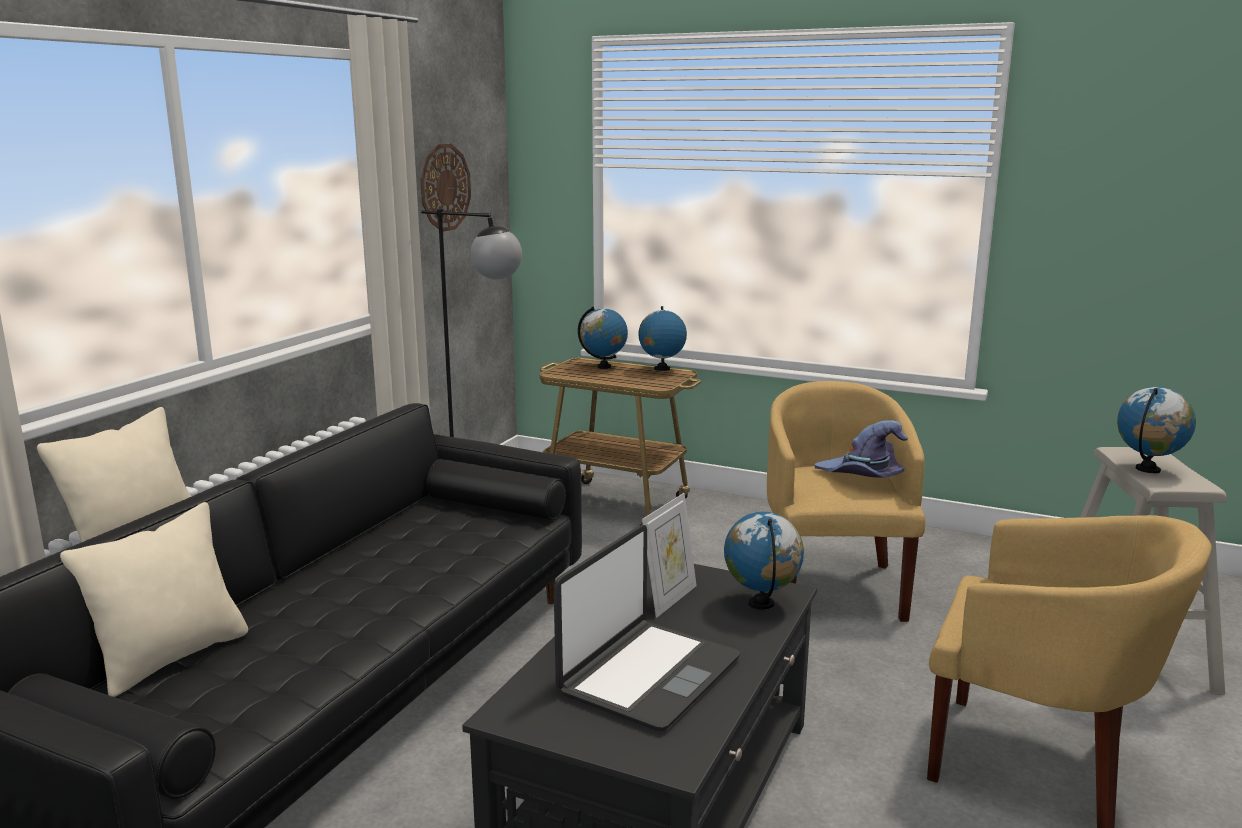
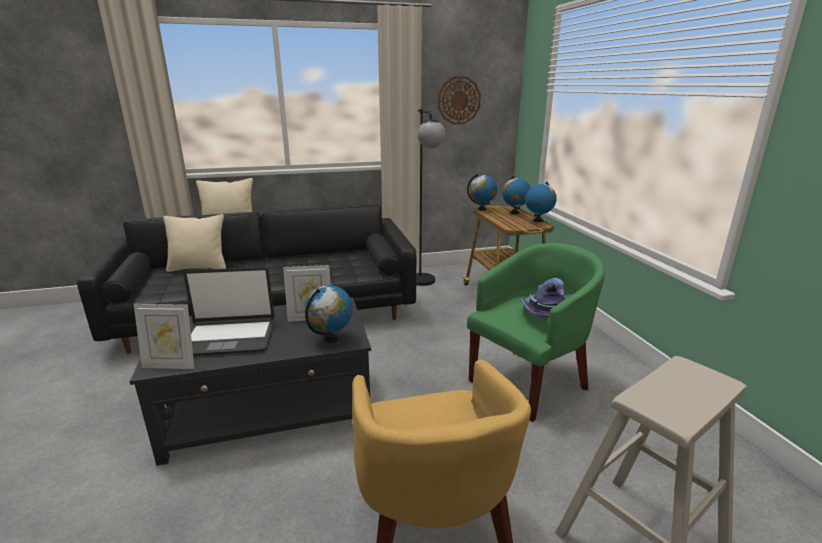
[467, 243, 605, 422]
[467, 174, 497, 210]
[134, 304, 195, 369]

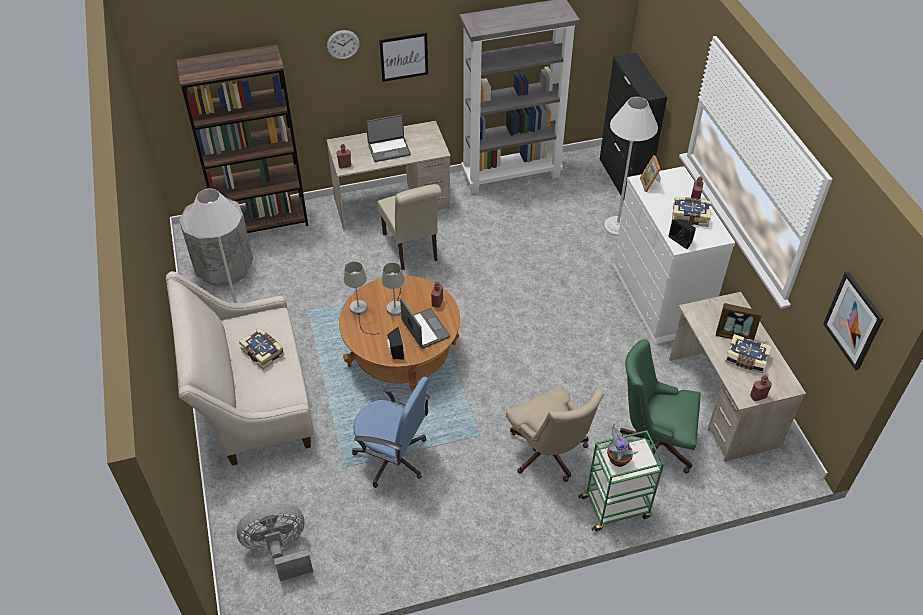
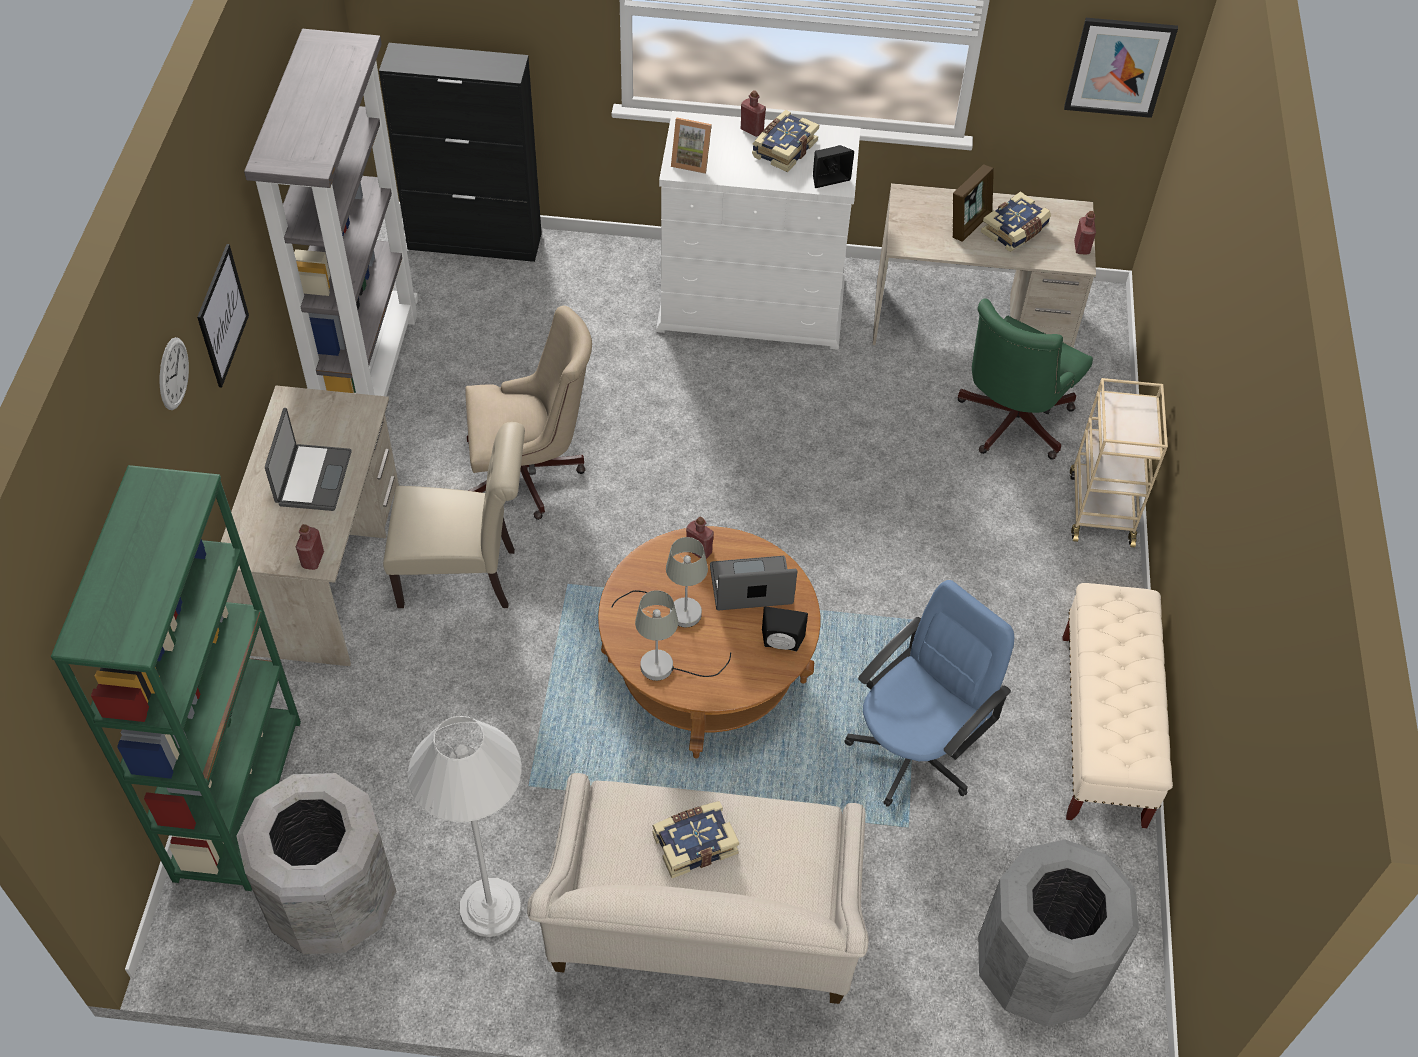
[51, 465, 301, 891]
[604, 97, 658, 236] (first image)
[466, 306, 592, 520]
[605, 423, 638, 467] (first image)
[1070, 378, 1168, 547]
[978, 839, 1139, 1026]
[1063, 583, 1173, 828]

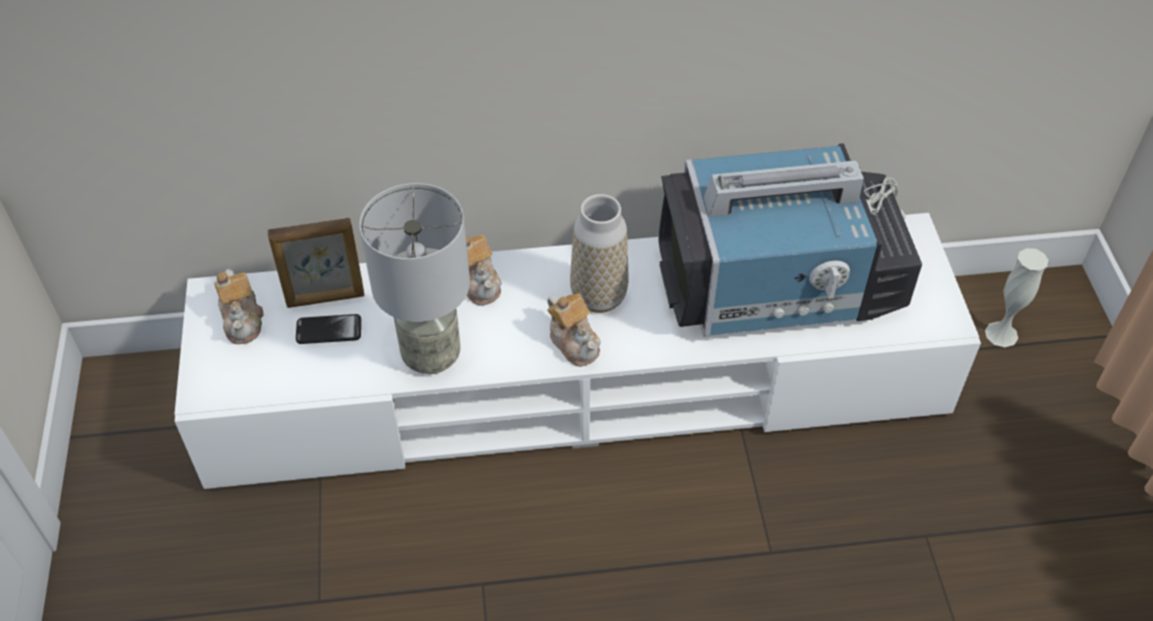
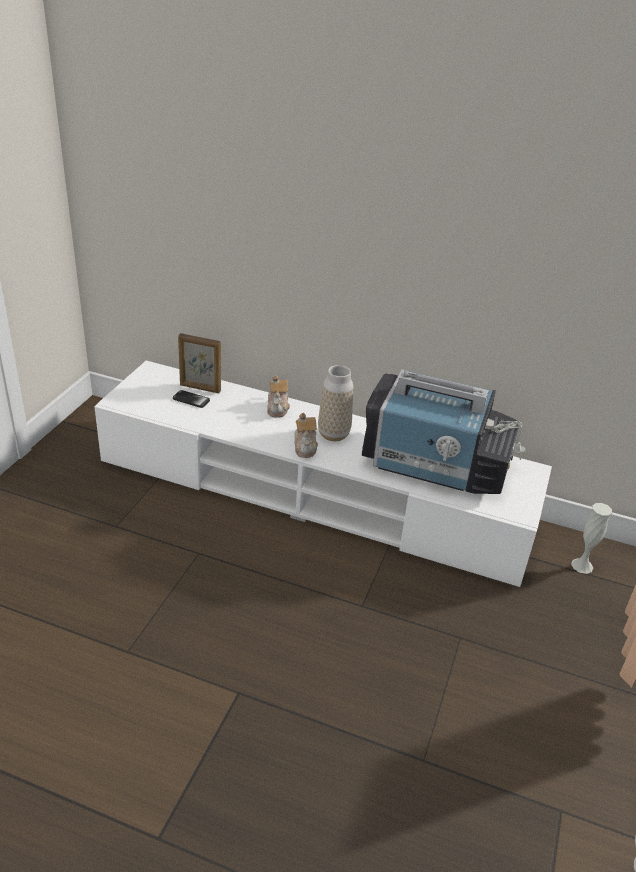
[359, 183, 470, 374] (first image)
[214, 269, 264, 344] (first image)

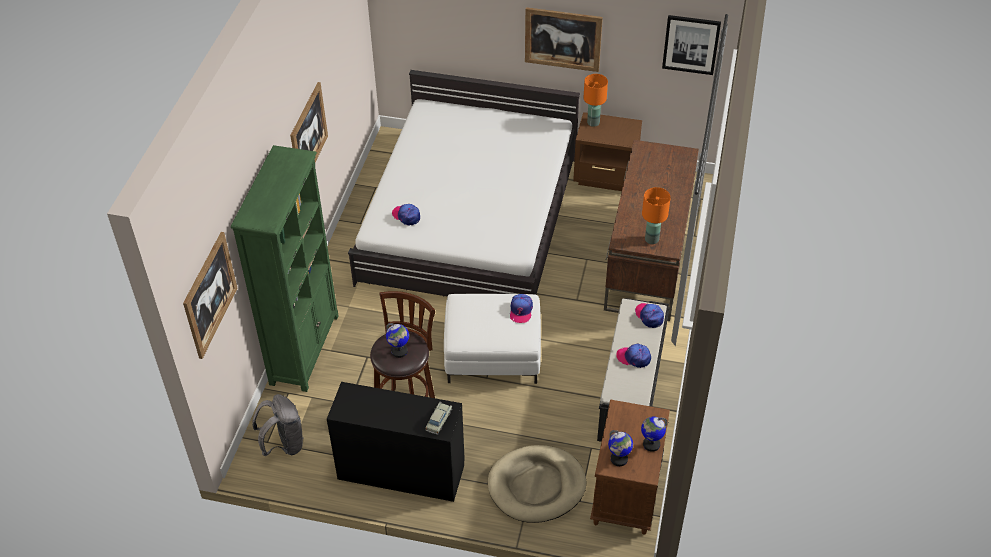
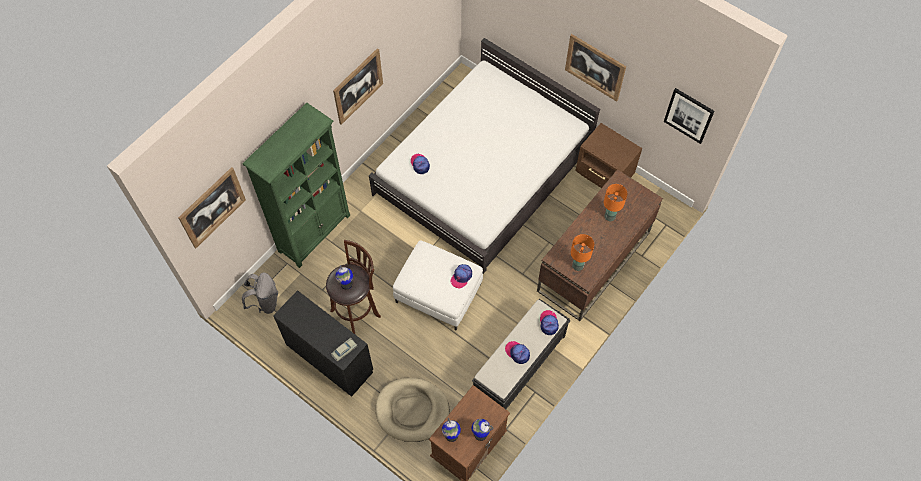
[604, 184, 627, 221]

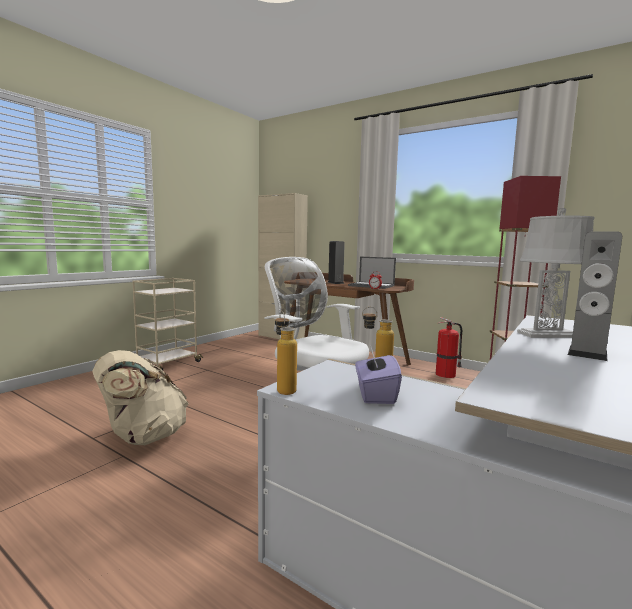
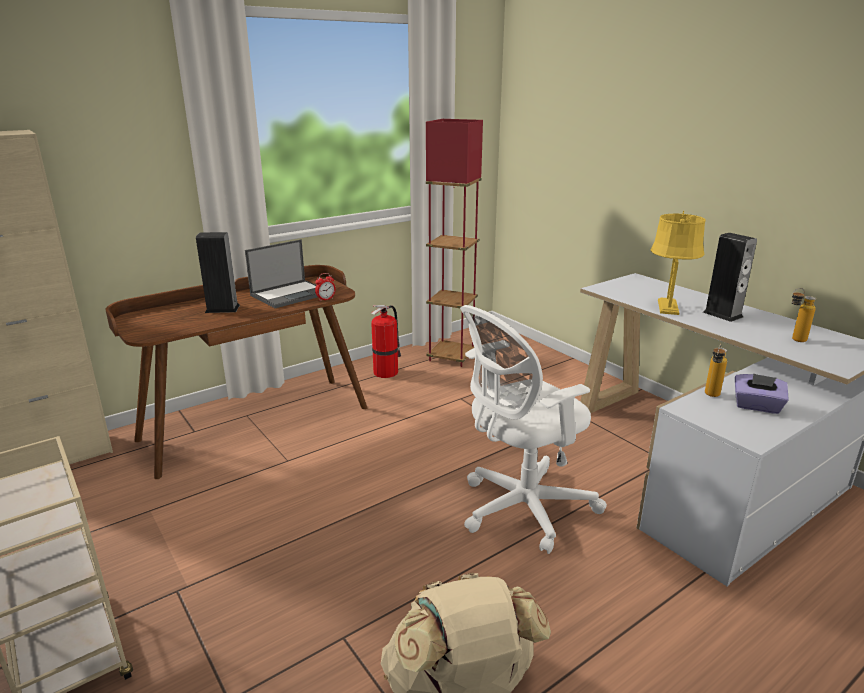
[650, 210, 706, 315]
[792, 288, 816, 342]

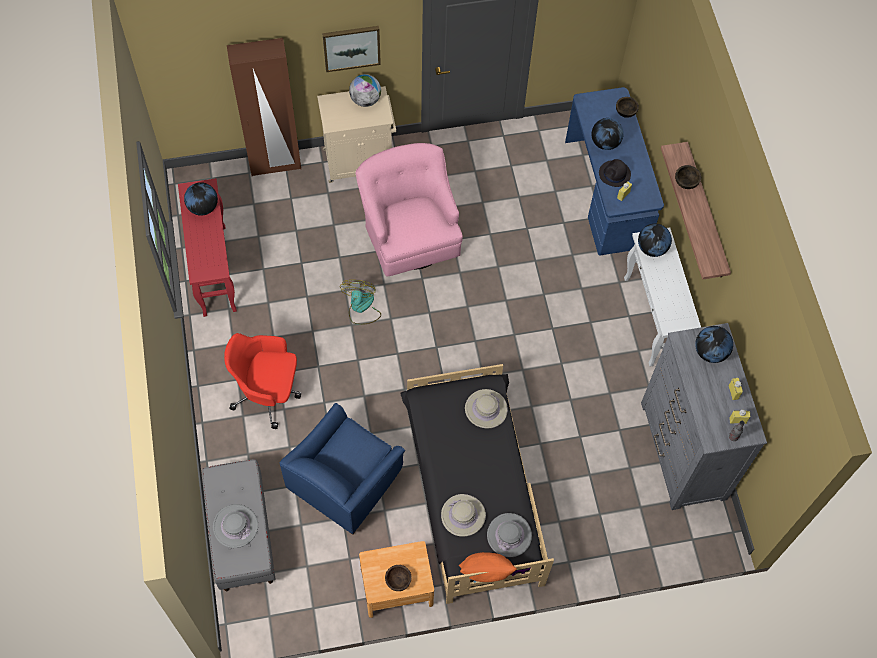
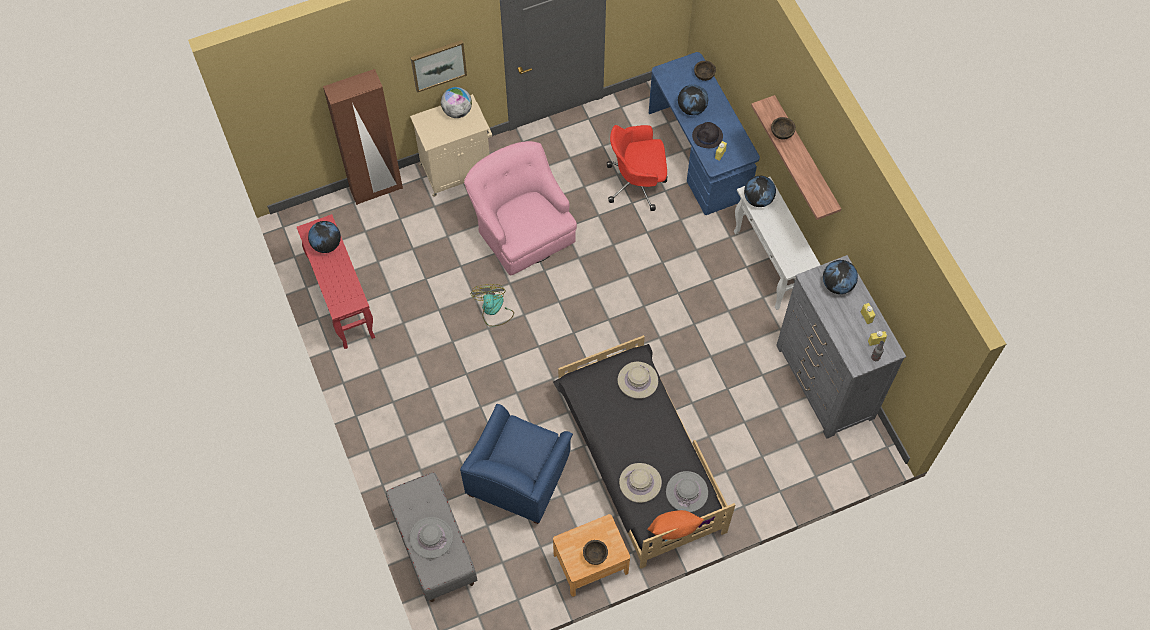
[607, 125, 668, 211]

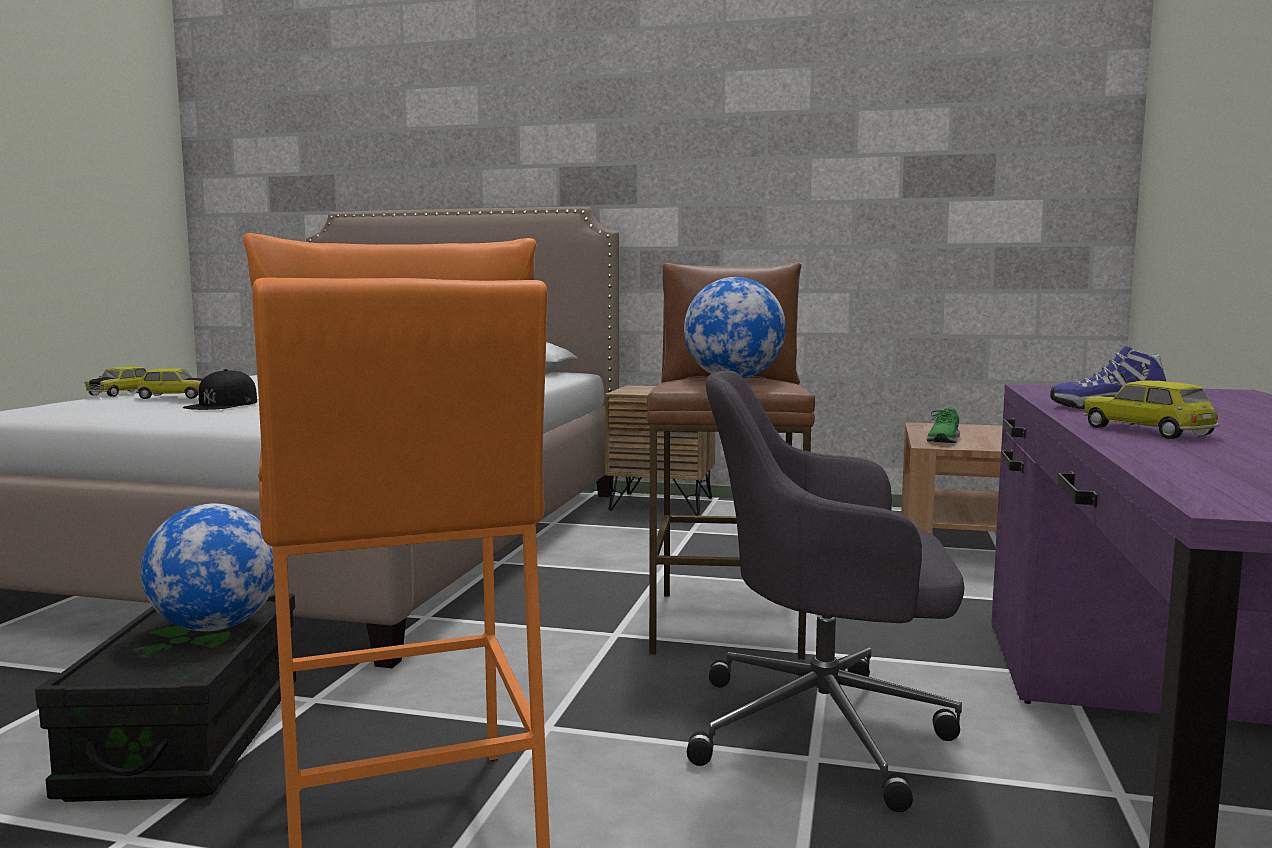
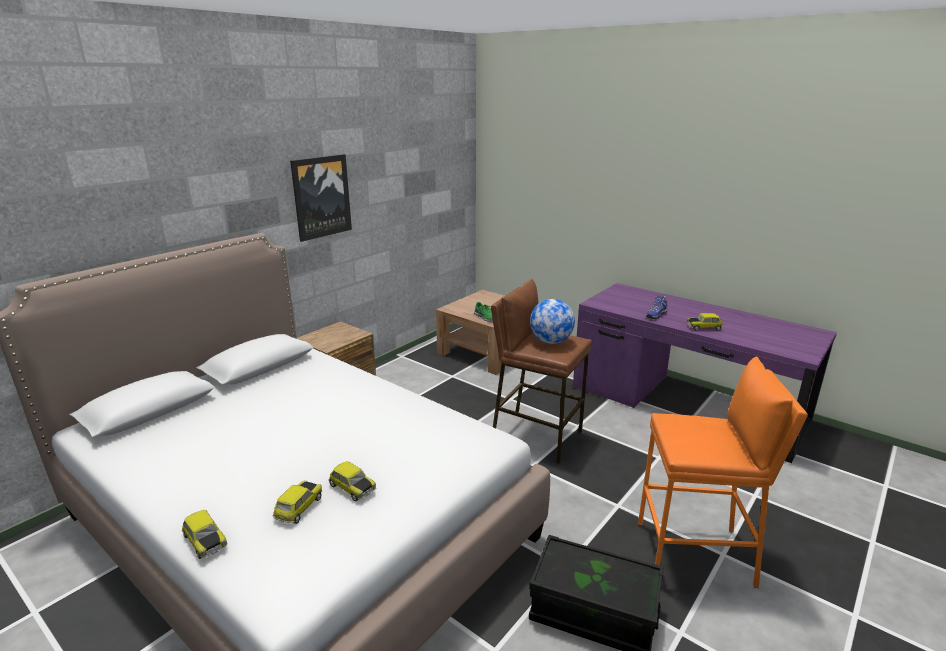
[328, 461, 376, 501]
[687, 371, 965, 812] (first image)
[141, 503, 275, 631] (first image)
[290, 154, 352, 242]

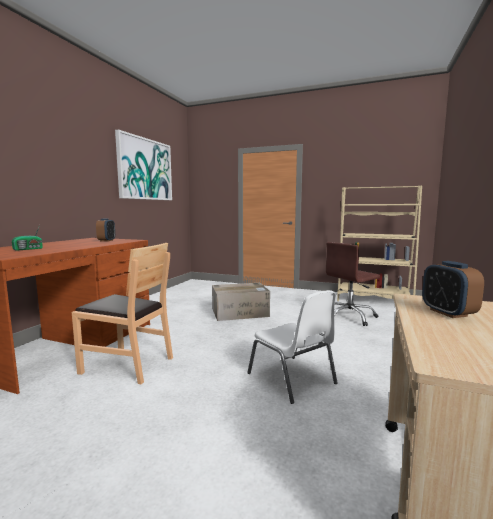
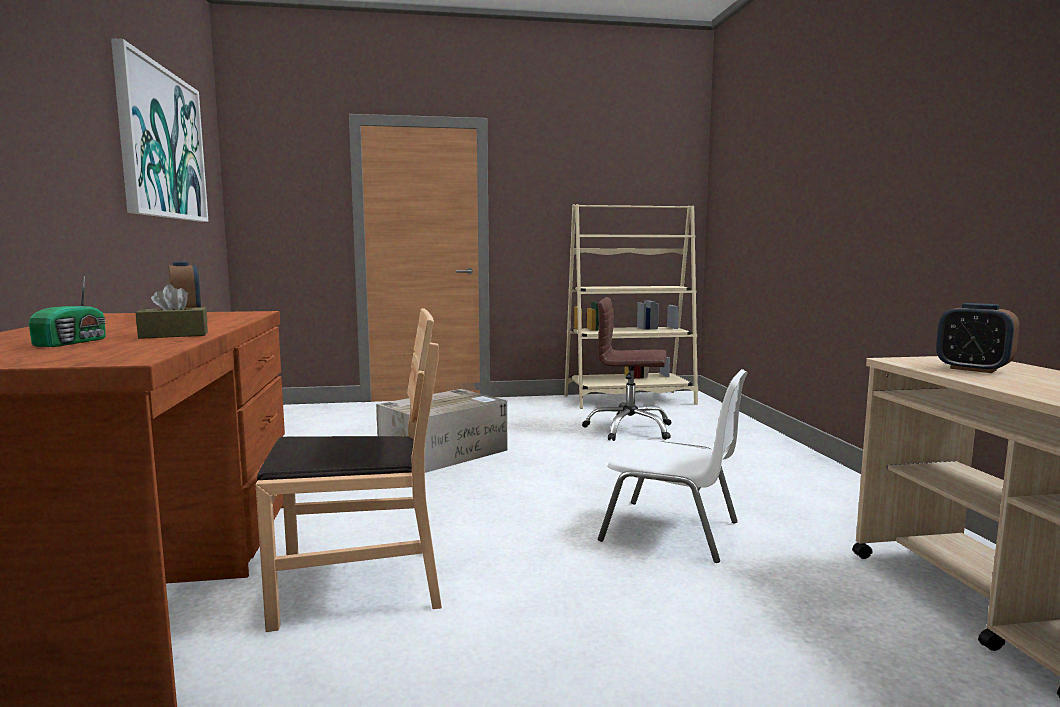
[582, 297, 671, 441]
[136, 284, 208, 339]

